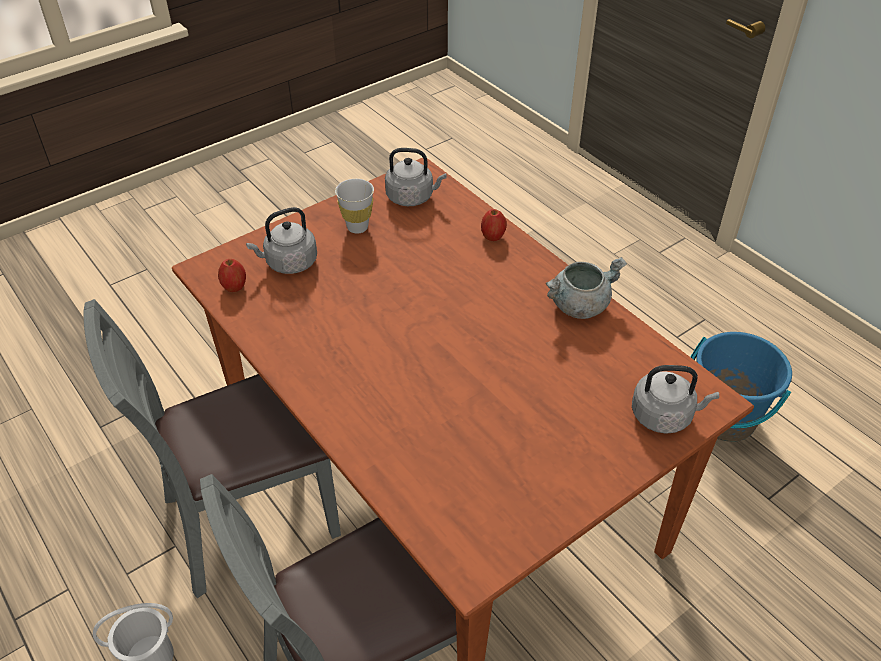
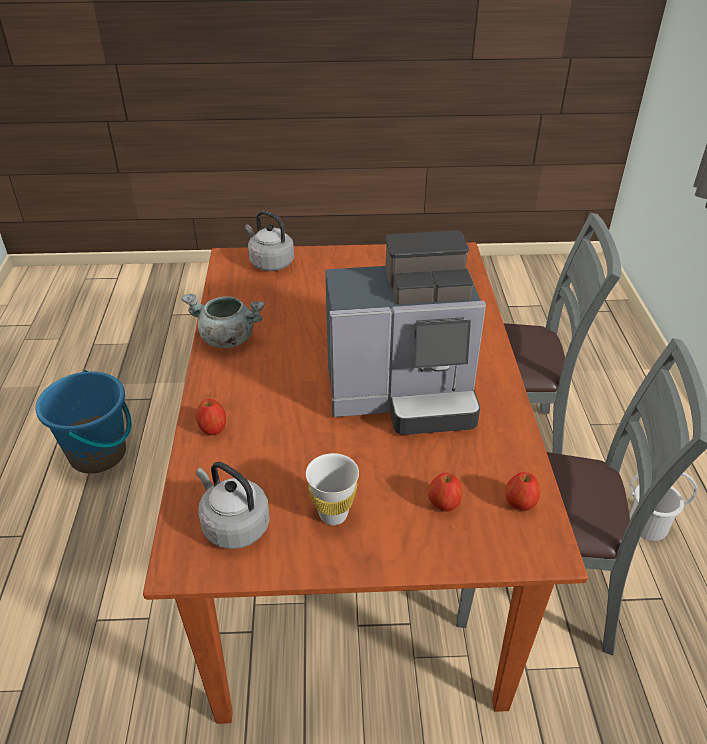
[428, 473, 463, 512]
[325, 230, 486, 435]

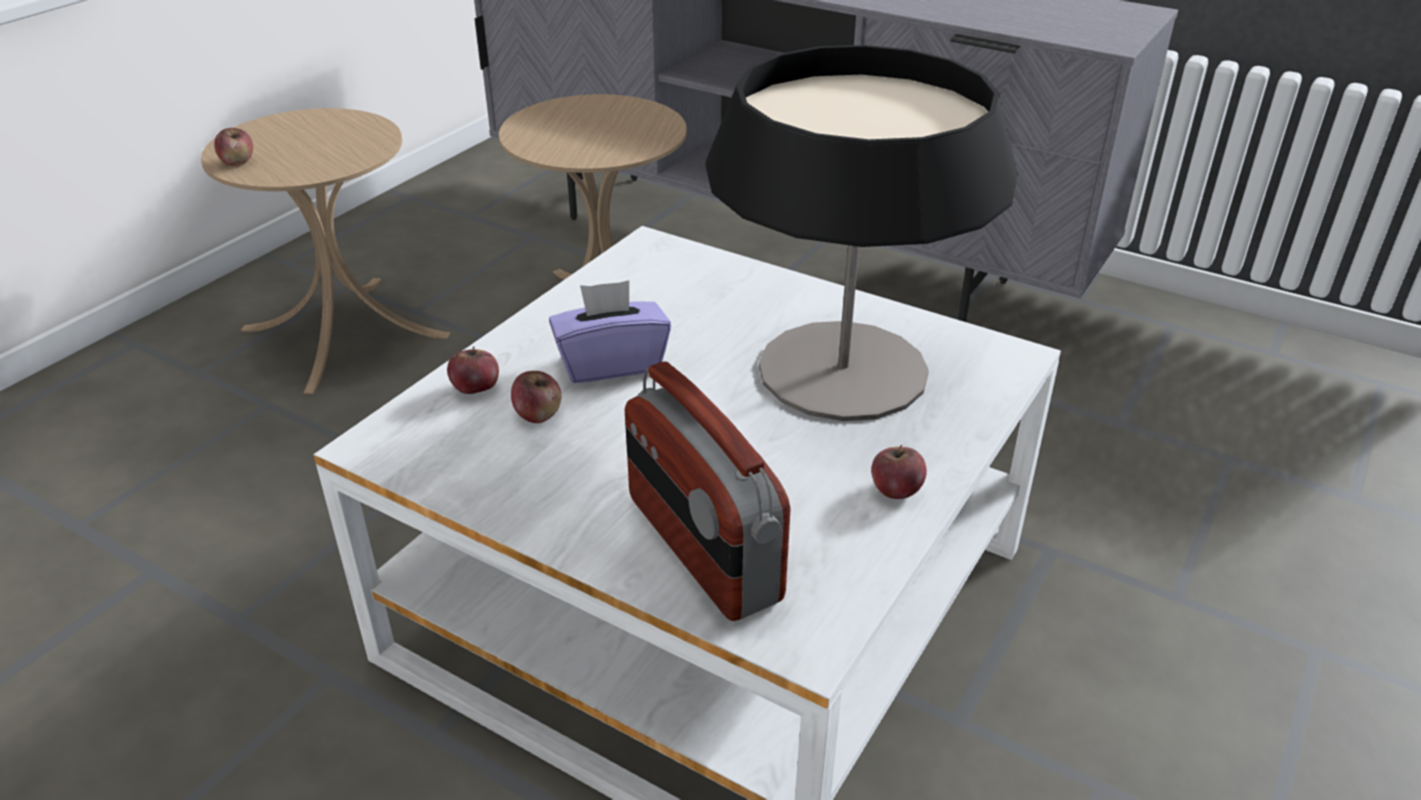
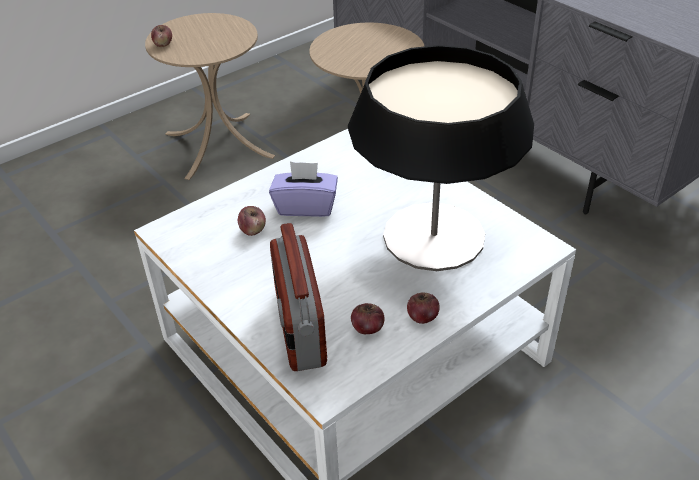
[351, 303, 385, 334]

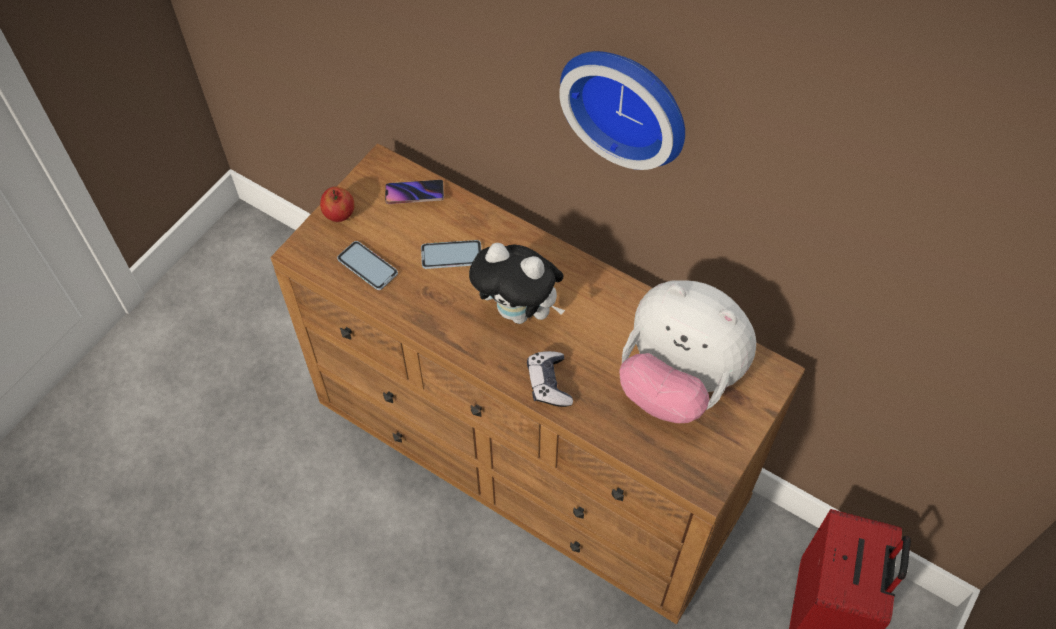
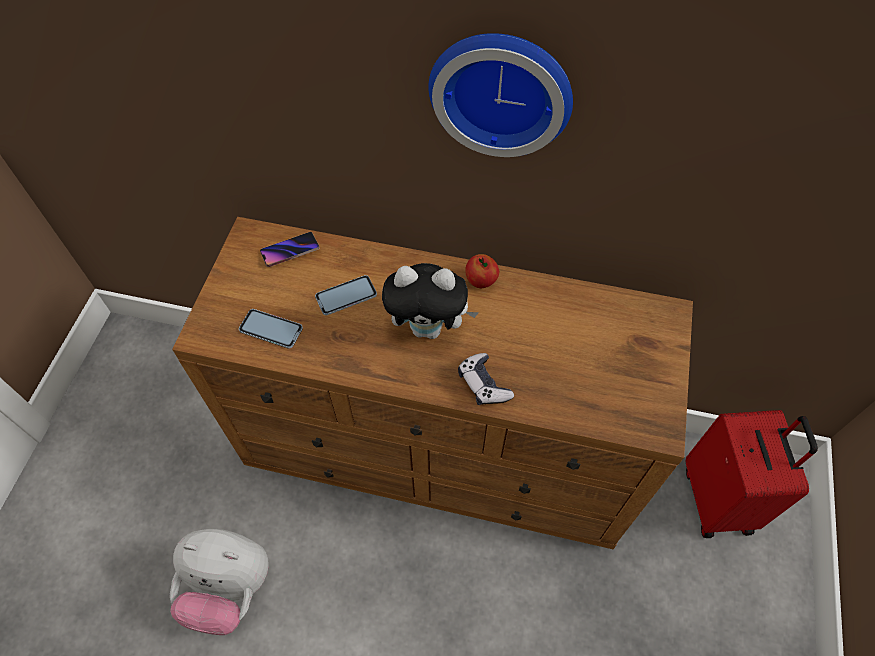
[465, 254, 499, 288]
[170, 529, 269, 635]

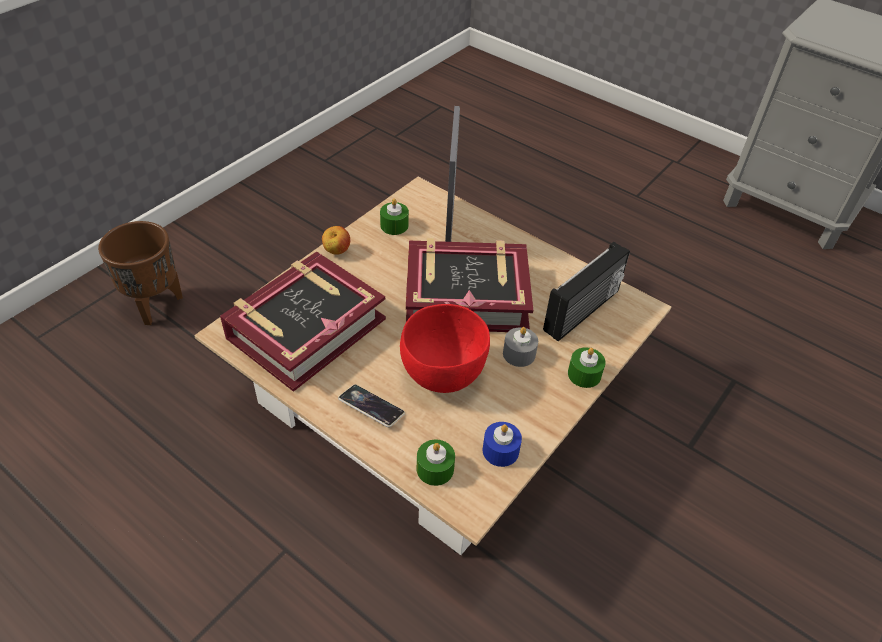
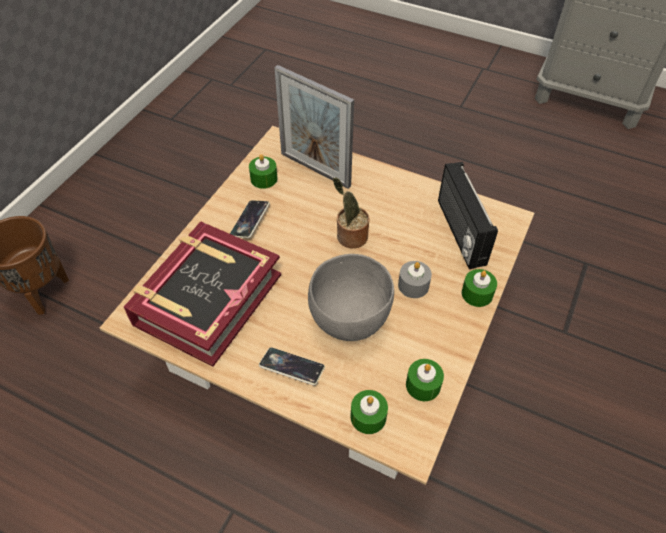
[274, 65, 354, 189]
[322, 226, 350, 255] (first image)
[333, 177, 369, 248]
[438, 162, 498, 269]
[308, 254, 394, 341]
[406, 359, 444, 401]
[230, 200, 270, 238]

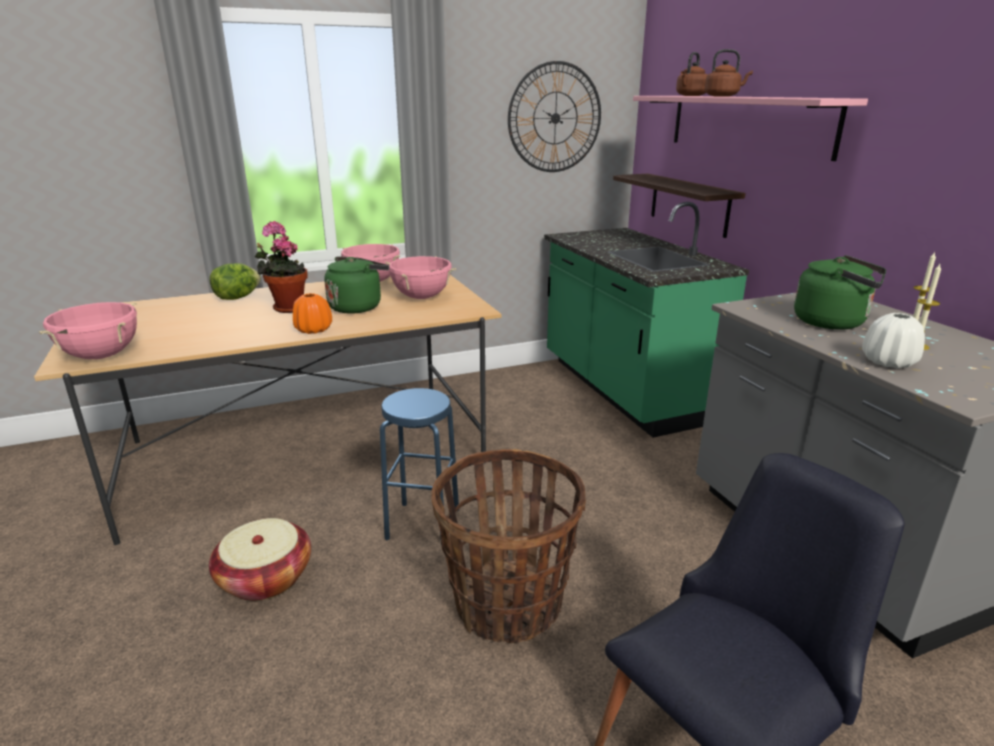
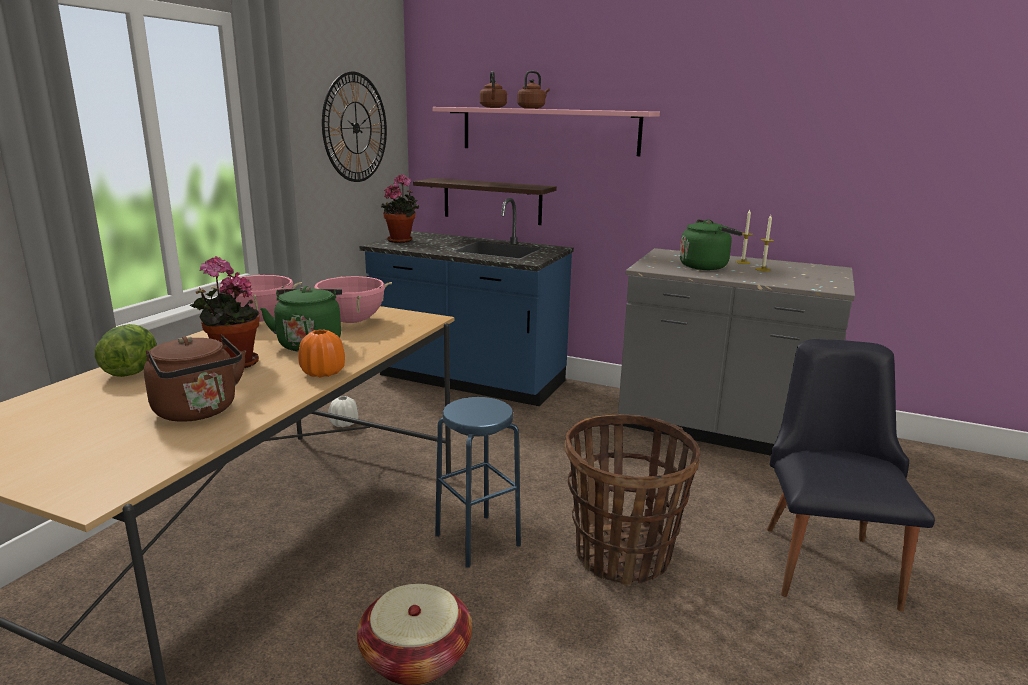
[359, 198, 574, 406]
[39, 302, 137, 359] (first image)
[328, 396, 358, 427]
[381, 174, 419, 243]
[144, 335, 246, 422]

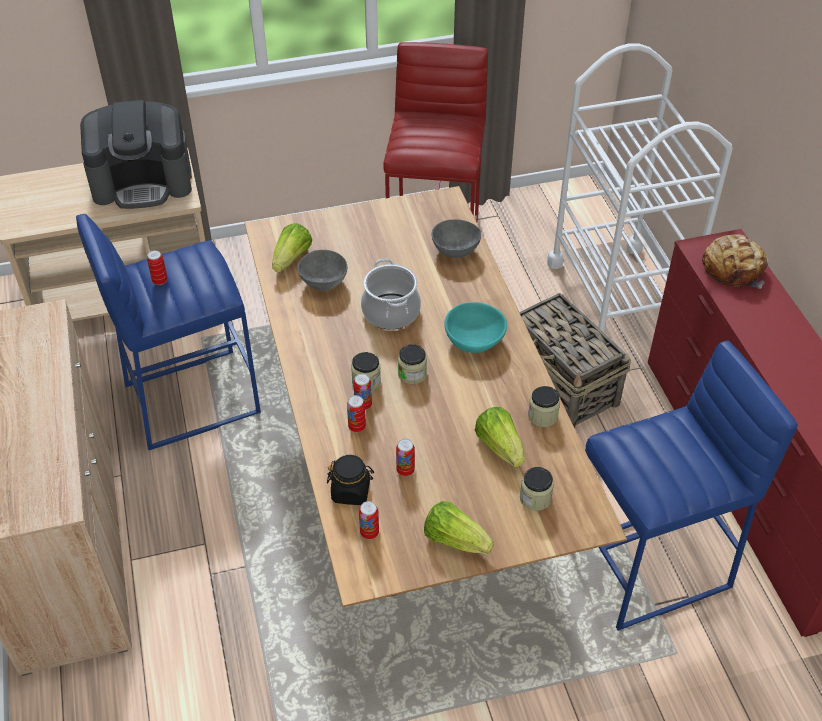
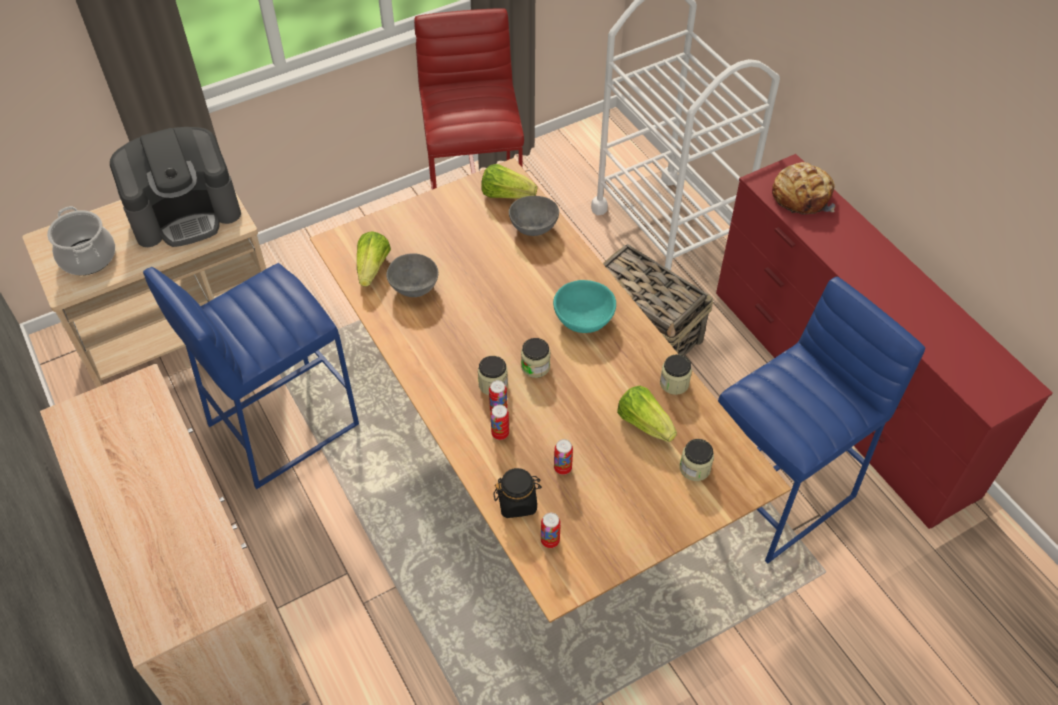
[147, 250, 168, 285] (first image)
[47, 206, 115, 275]
[481, 164, 537, 199]

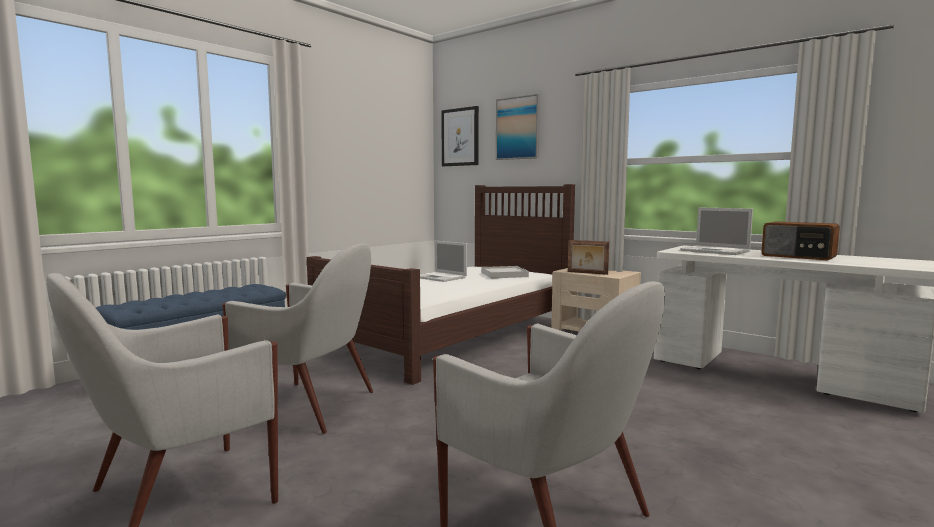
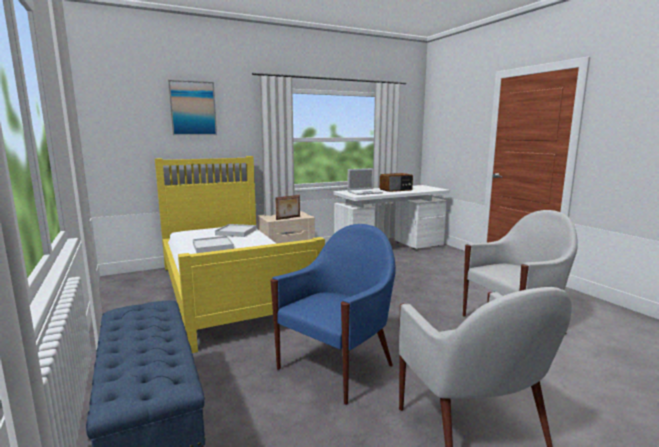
[441, 106, 479, 166] (first image)
[155, 156, 325, 353]
[193, 236, 234, 253]
[271, 224, 396, 405]

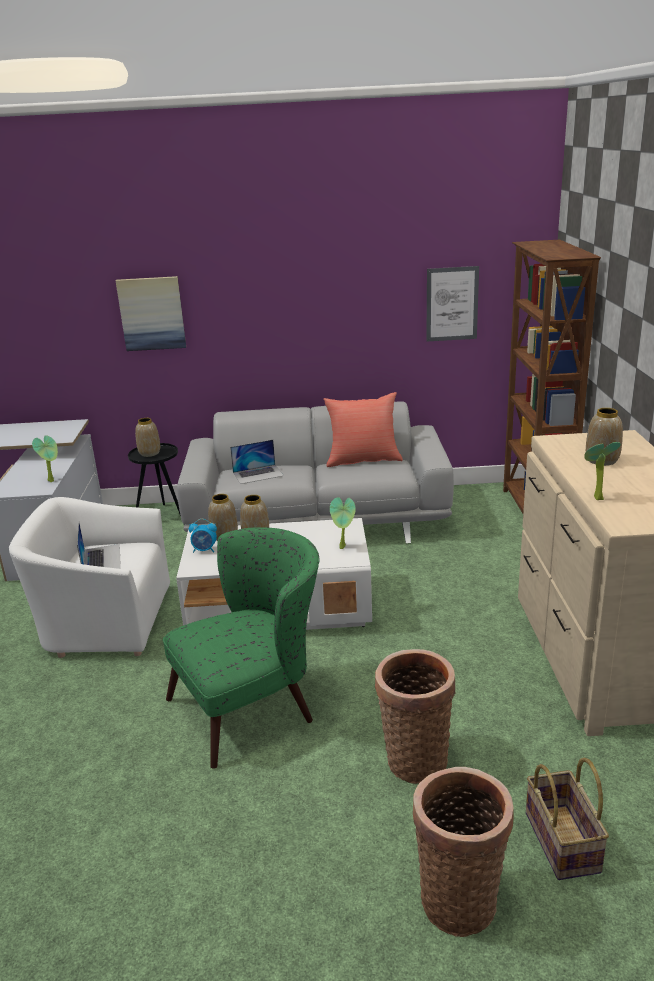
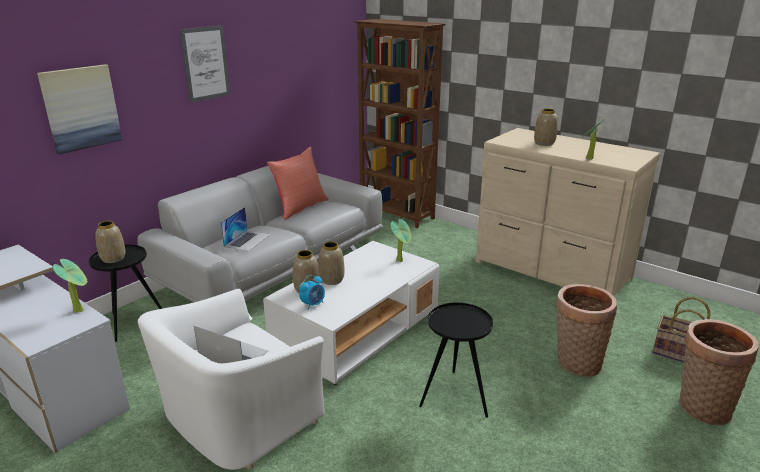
[180, 26, 230, 103]
[419, 303, 493, 418]

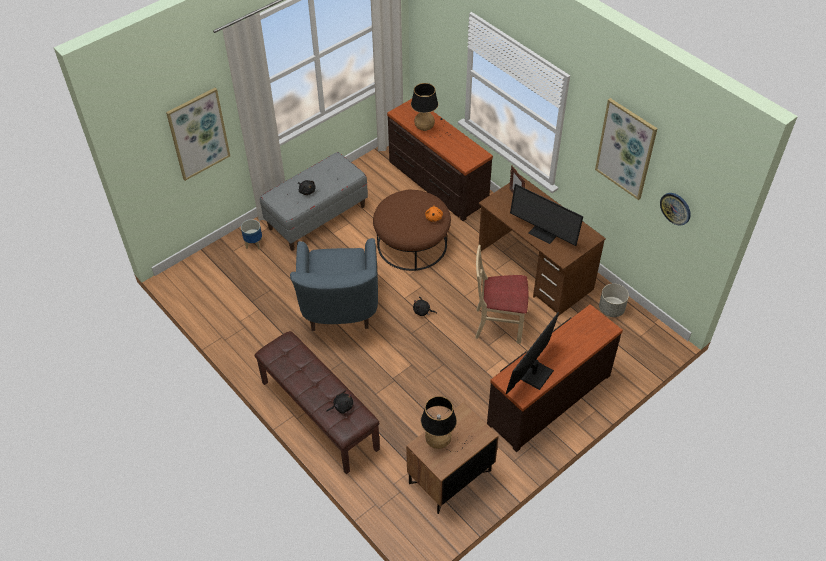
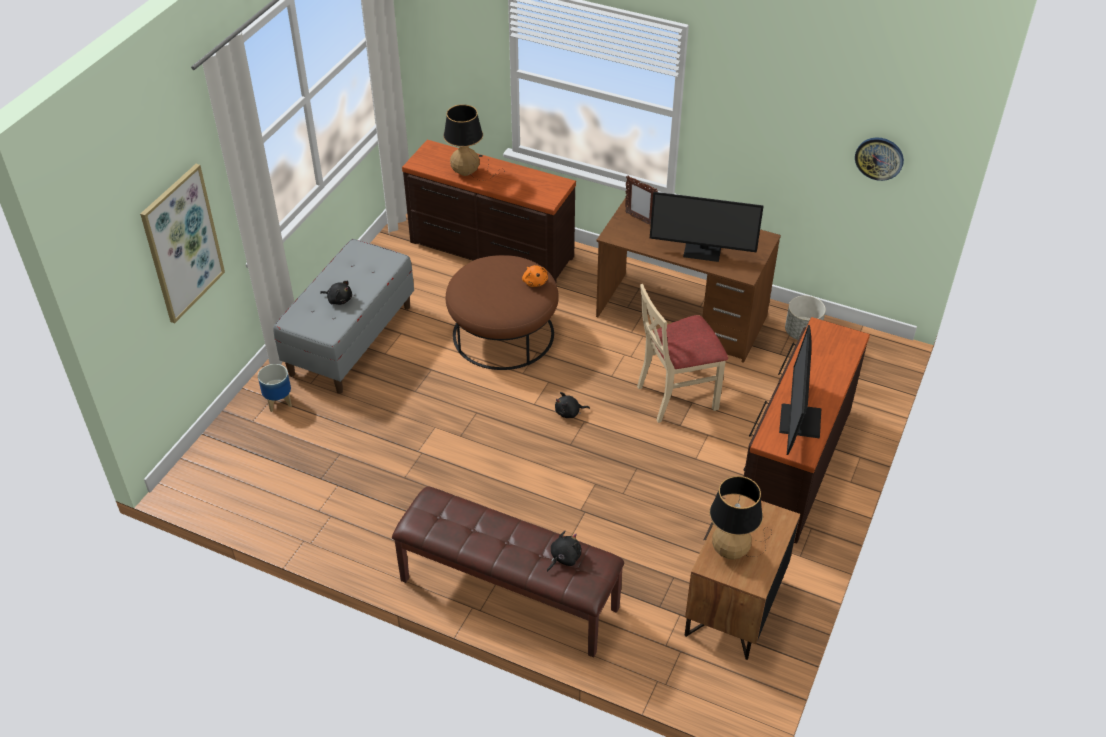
[595, 98, 658, 200] (first image)
[290, 238, 378, 331] (first image)

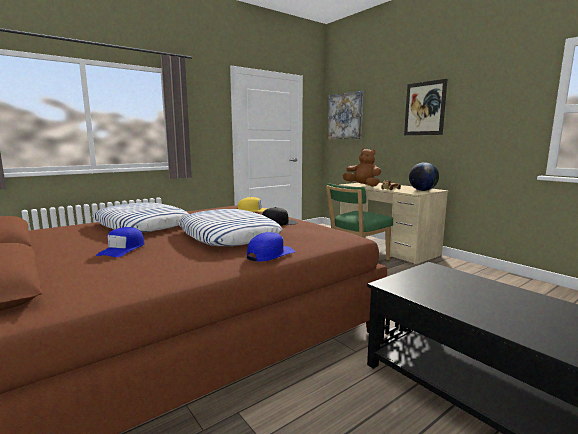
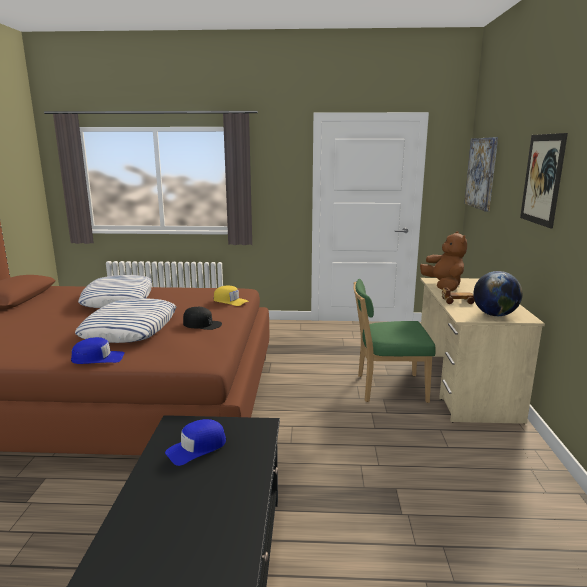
[165, 419, 226, 466]

